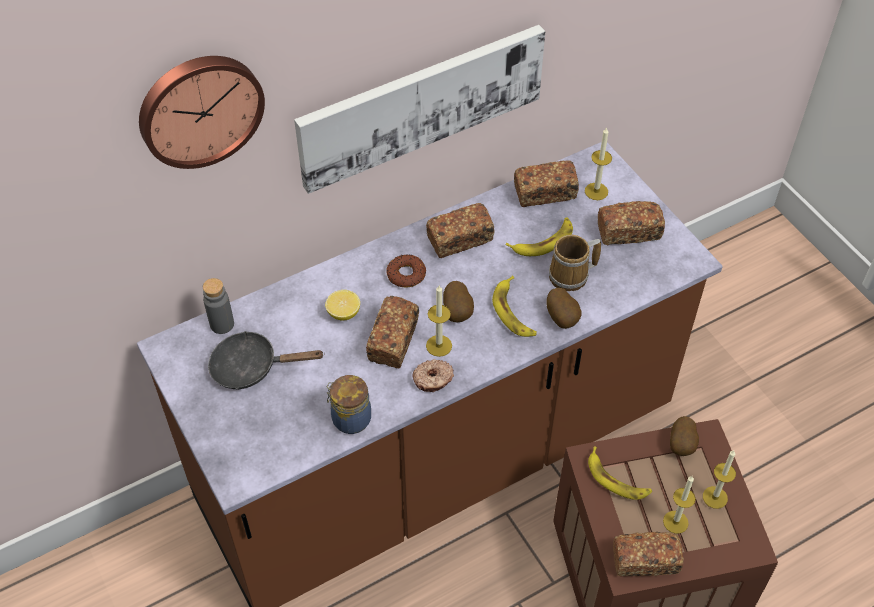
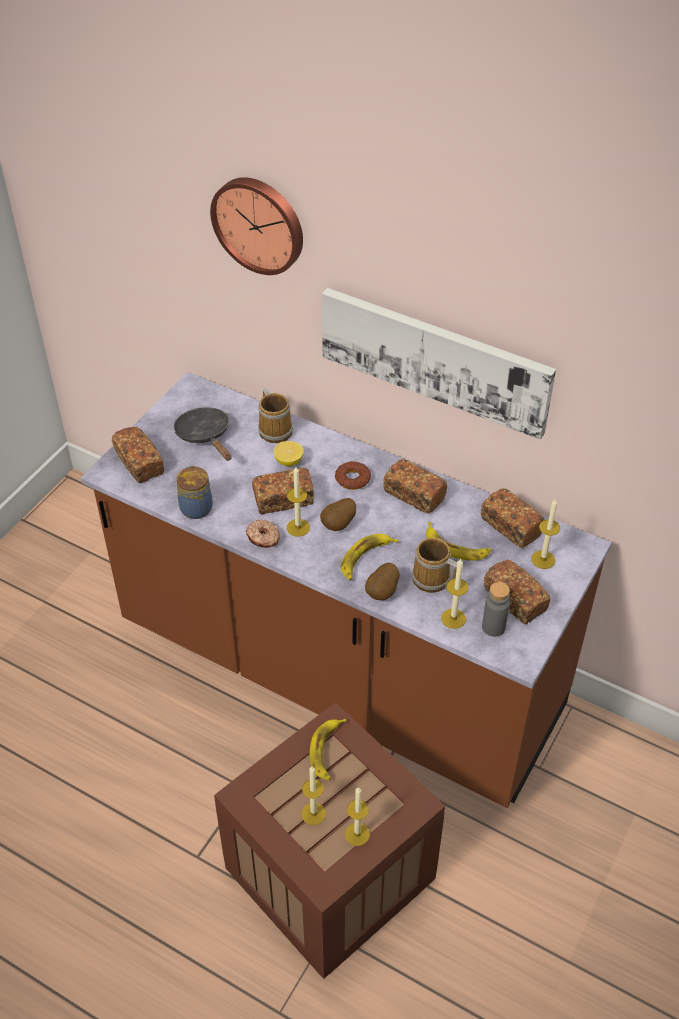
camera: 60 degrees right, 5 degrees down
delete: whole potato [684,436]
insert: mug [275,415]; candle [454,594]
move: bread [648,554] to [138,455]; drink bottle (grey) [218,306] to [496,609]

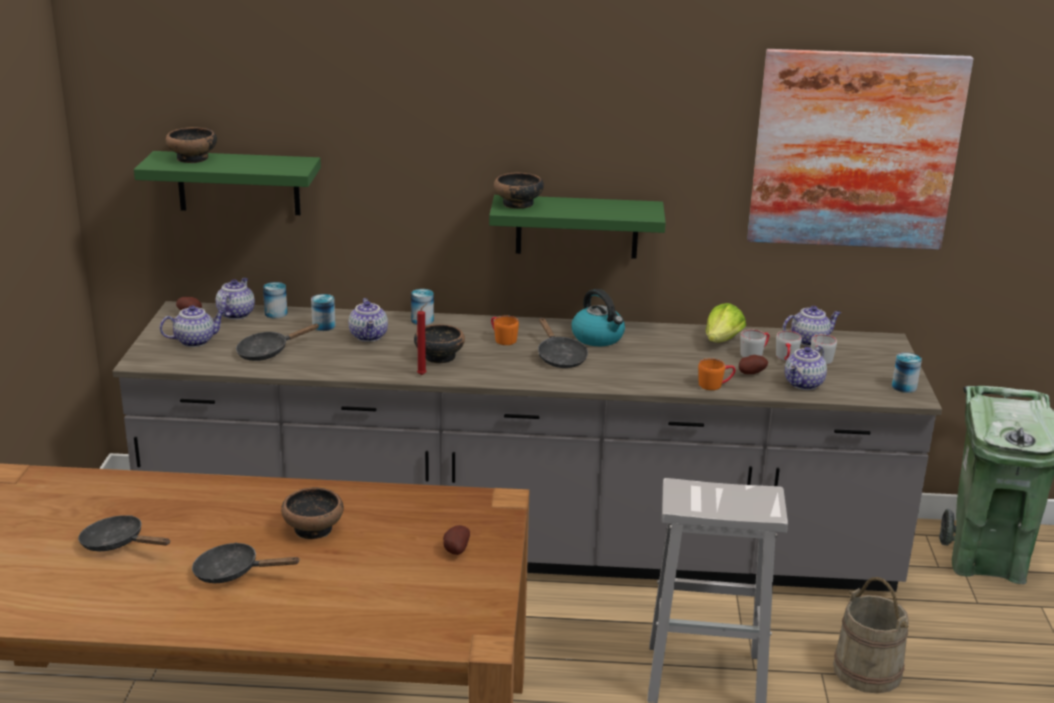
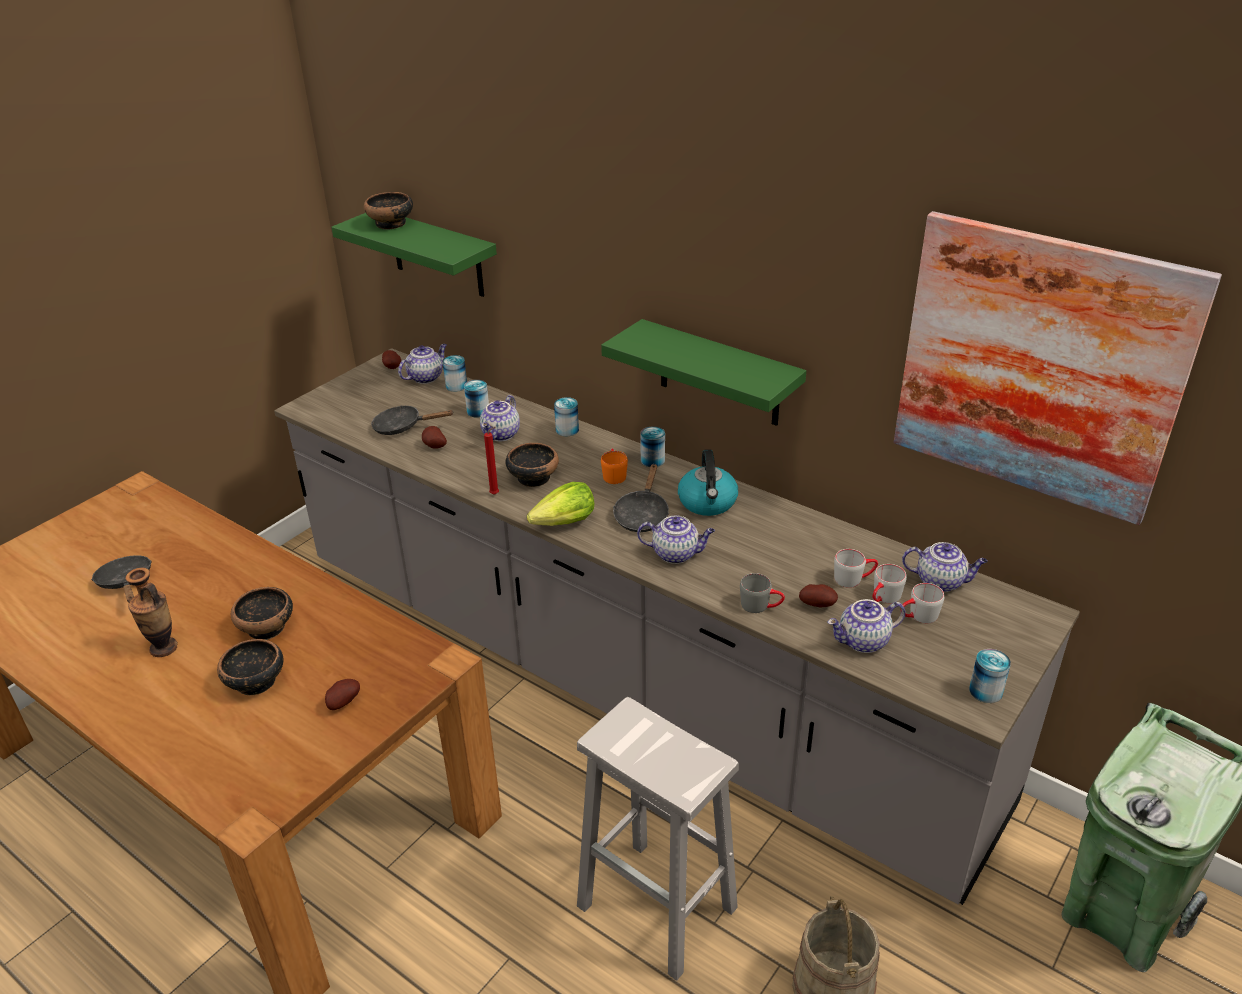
camera: 35 degrees right, 10 degrees up
insert: whole potato [434,437]; can [652,446]
move: serving bowl [519,191] to [250,667]; head of lettuce [726,323] to [560,504]; pot for tea [192,326] to [676,539]
replace: skillet (black) [246,562] to flower vase [151,612]
recolor: mug (orange) [717,374] to mug (grey) [762,593]

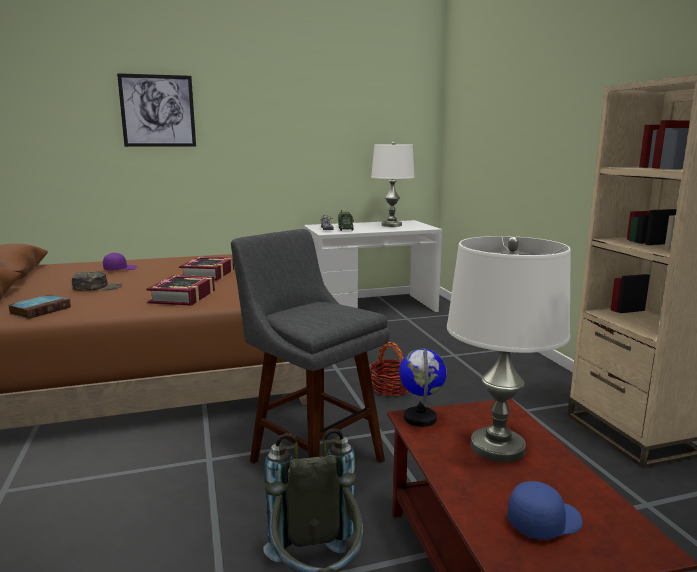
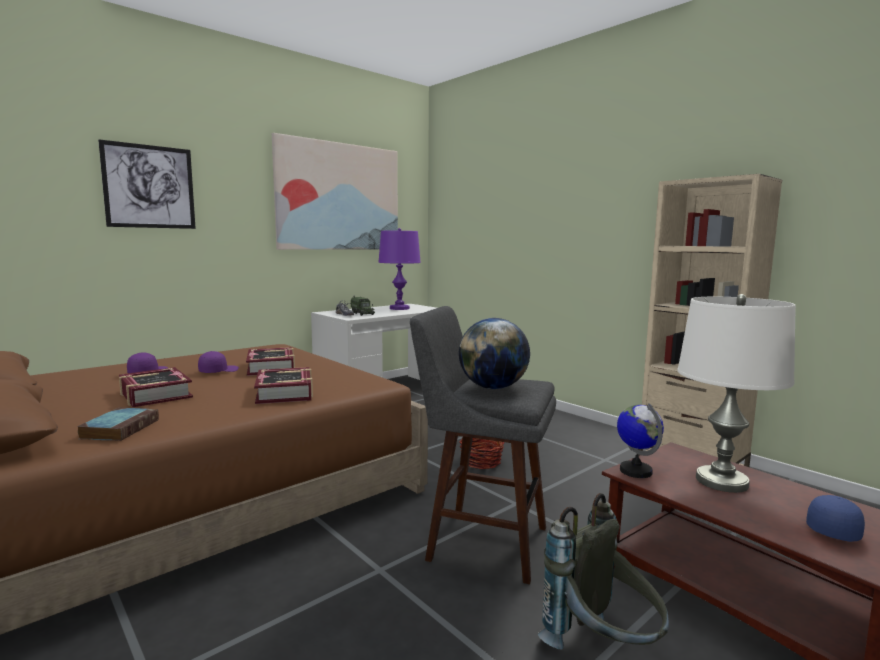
camera: 25 degrees left, 5 degrees down
insert: baseball cap (purplish) [218,362]; picture [335,191]; globe [494,353]
replace: baseball cap (greenish) [97,281] to book [156,387]
recolor: lamp for a table (white-coloured) [393,184] to lamp for a table (purplish) [399,269]

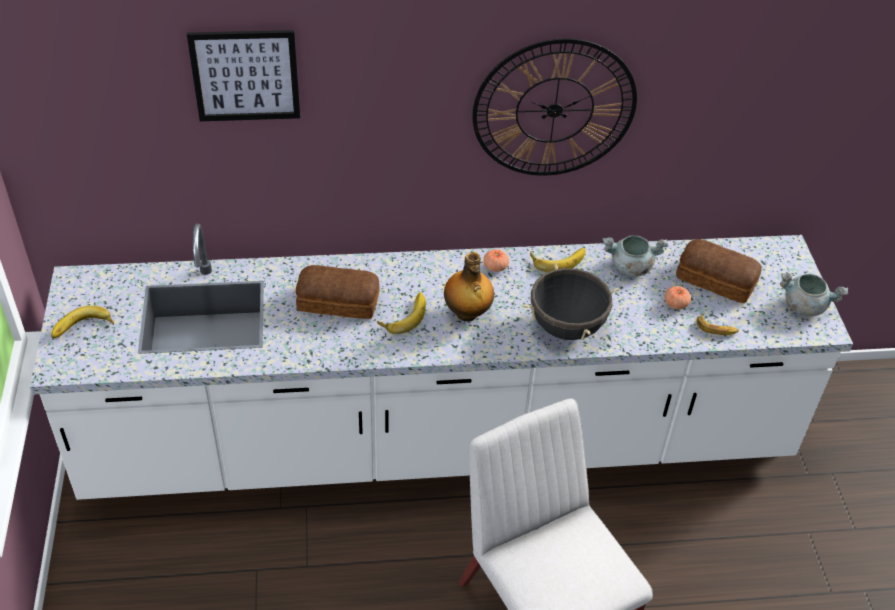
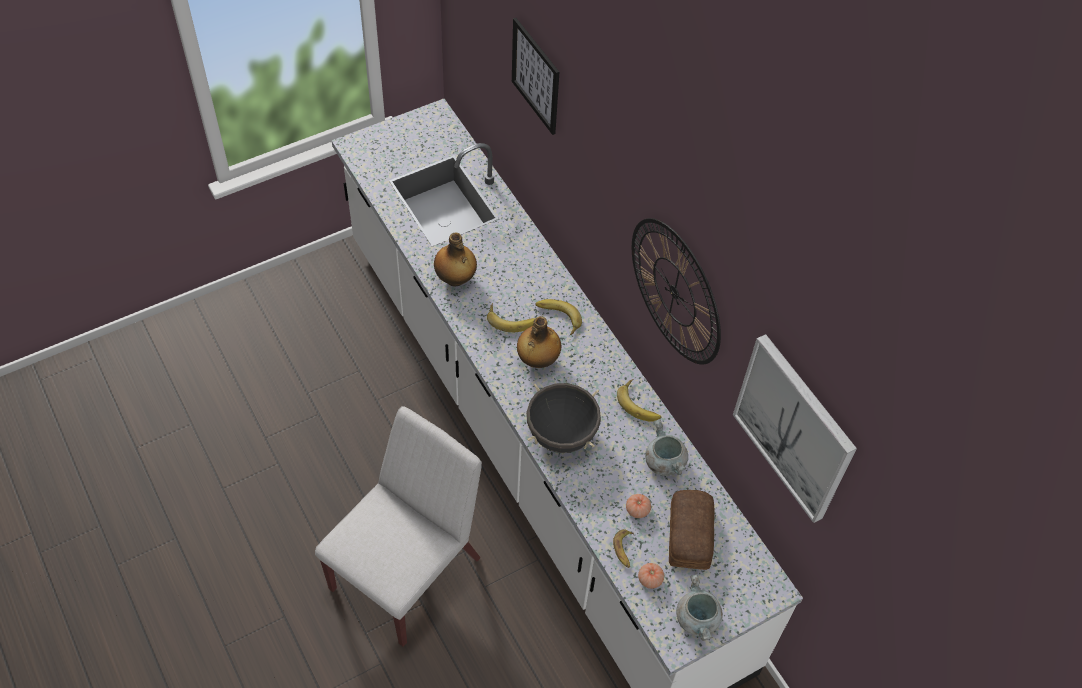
camera: 65 degrees right, 10 degrees up
delete: bread [338,292]
insert: drink bottle [455,259]; picture [795,428]
move: whole banana [82,322] to [558,317]; whole tomato [496,260] to [651,576]

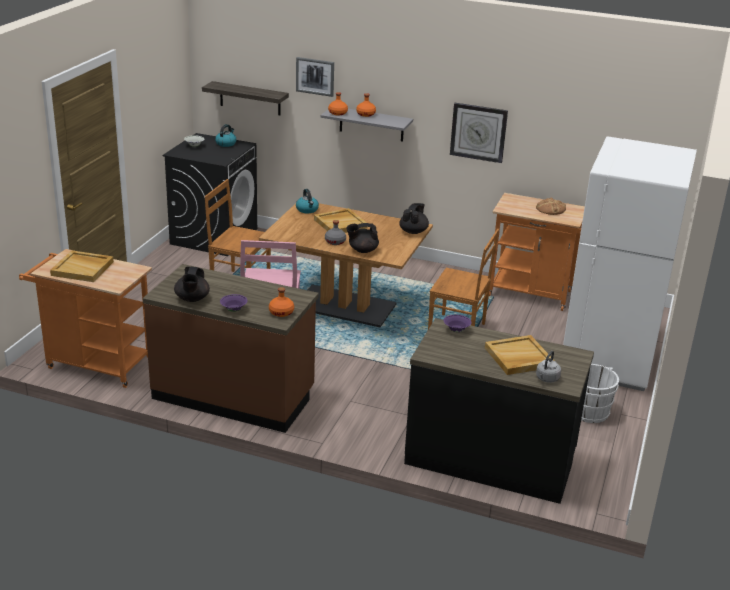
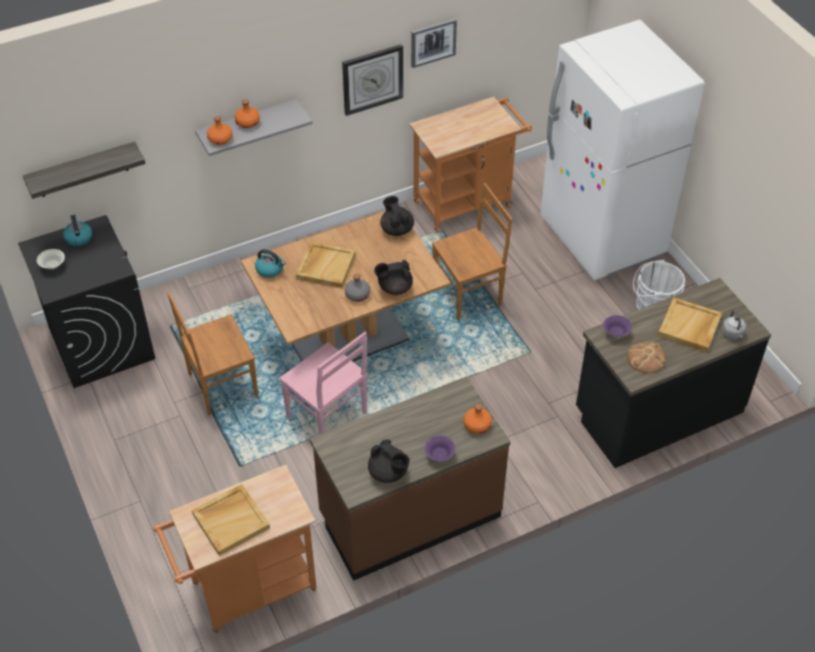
camera: 45 degrees left, 20 degrees up
move: picture [315,77] to [434,43]; bread [551,206] to [646,357]
rotate: pot for tea (black) [362,238] = [393,277] 45 degrees clockwise

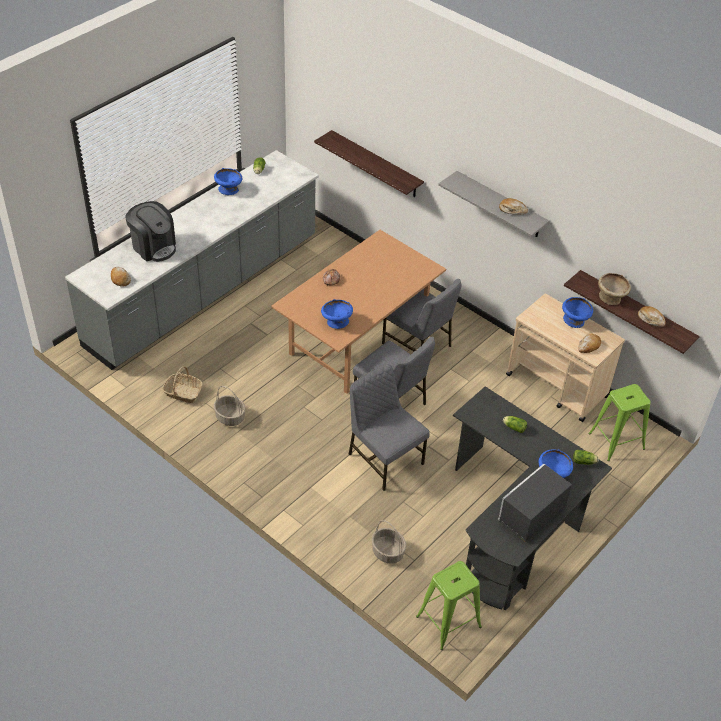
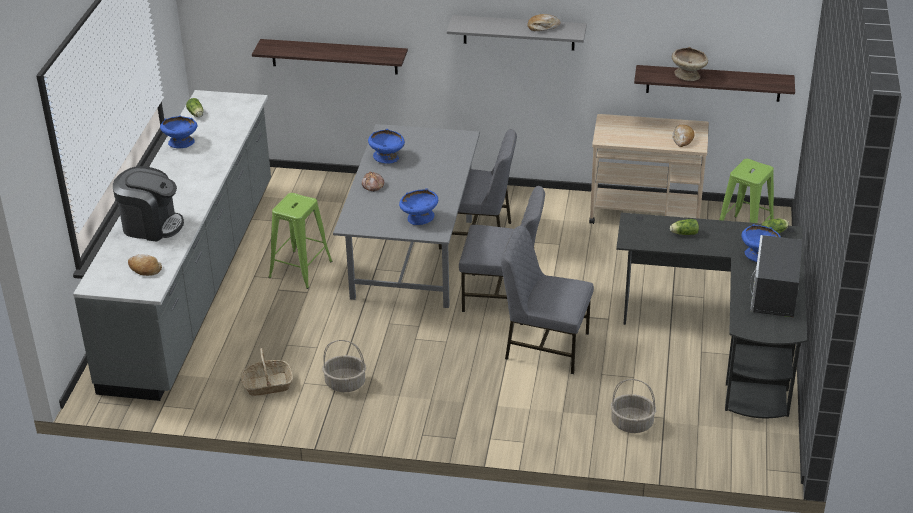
camera: 30 degrees left, 10 degrees down
delete: bread [652,316]
move: sitting stool (greenish) [449,605] to [300,241]; serving bowl (blue) [577,312] to [386,146]
recolor: dinner table (brown-coloured) [358,312] to dinner table (grey) [406,216]

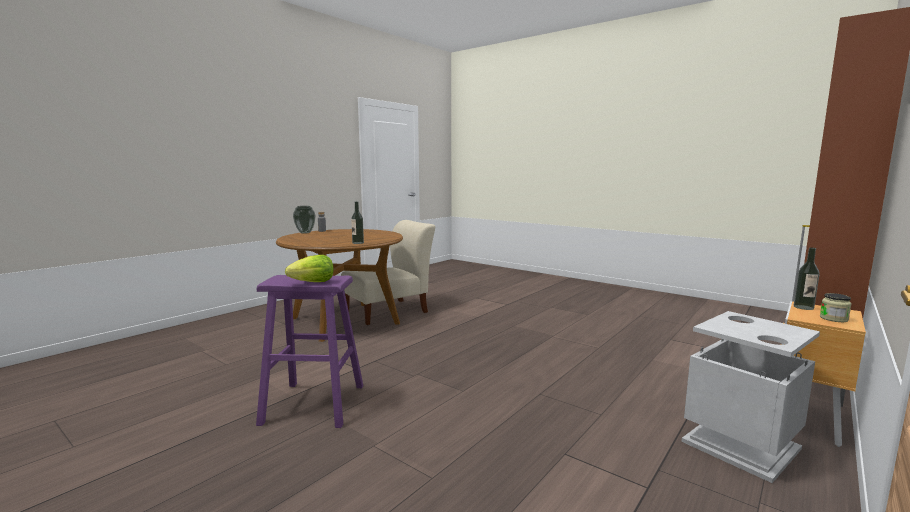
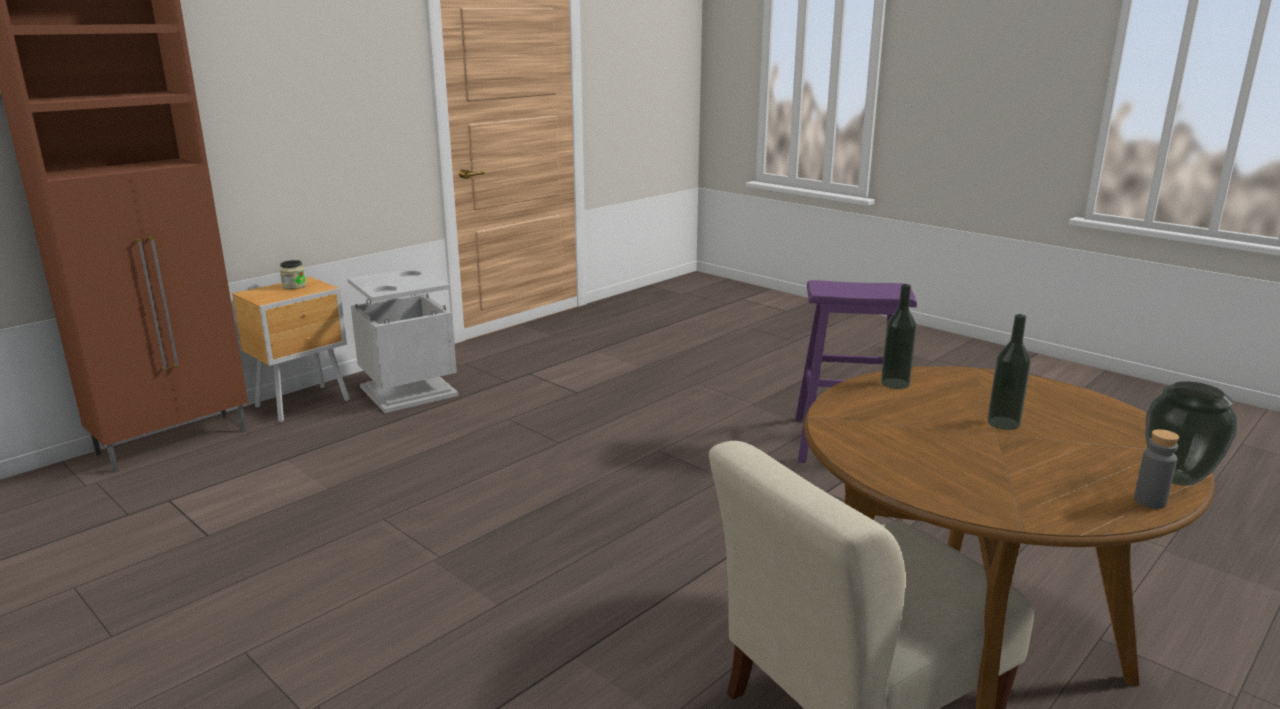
camera: 175 degrees left, 10 degrees up
delete: head of lettuce [309,268]
move: drink bottle [807,278] to [1009,372]

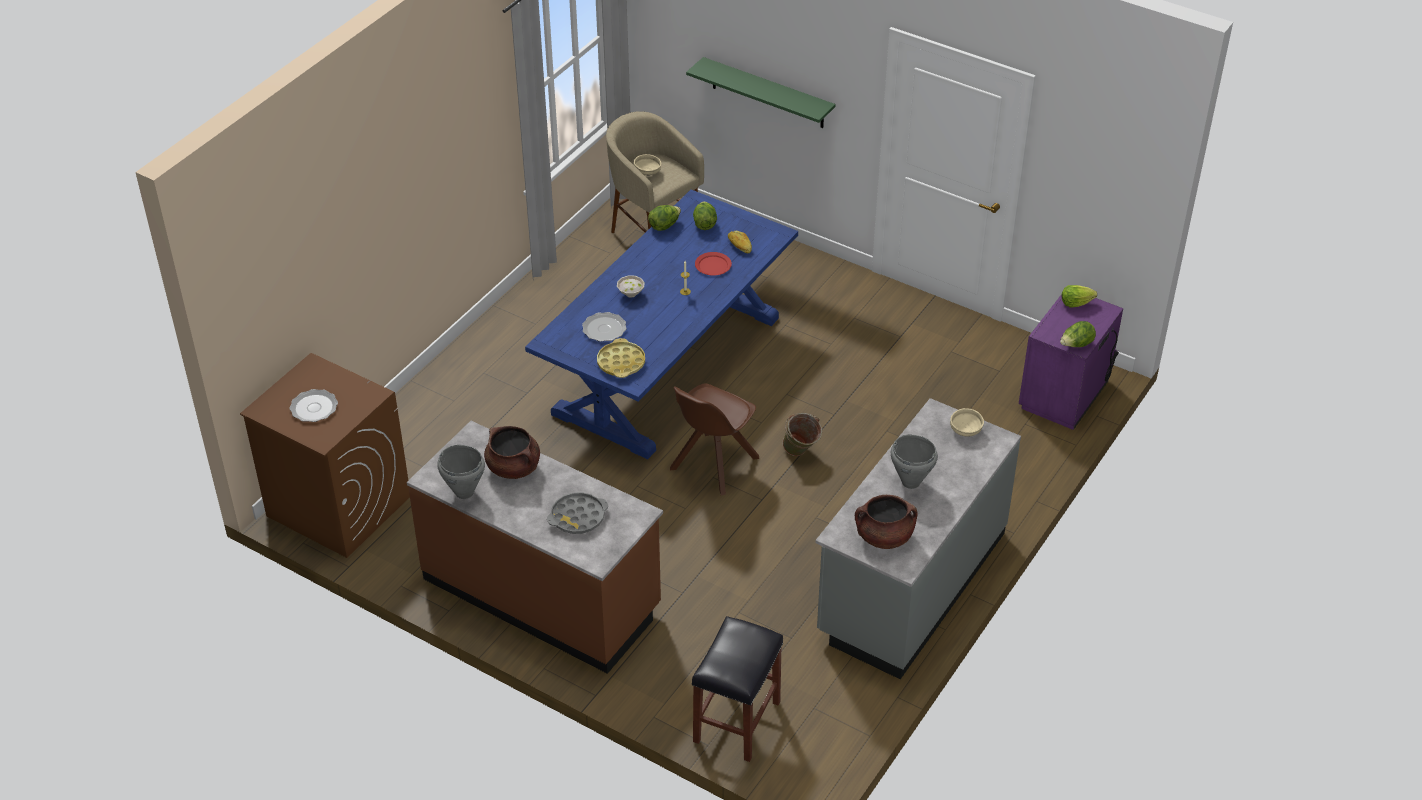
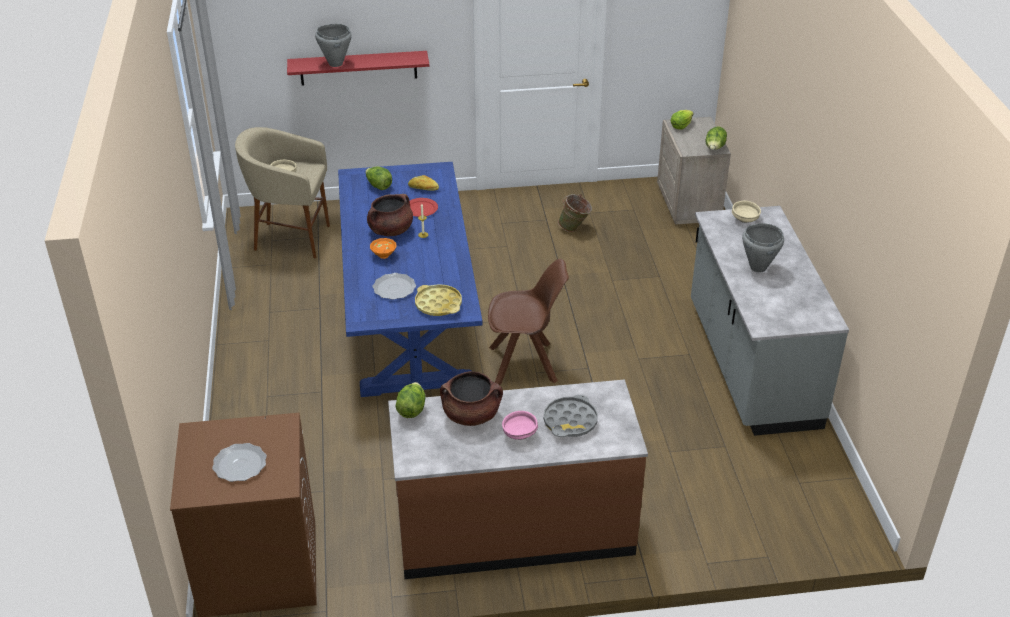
camera: 40 degrees left, 5 degrees down
delete: sitting stool (black) [737,689]
insert: serving bowl (pinkish) [520,425]
move: saucepot (grey) [461,472] to [333,45]; saucepot (brown-coloured) [886,522] to [390,215]; head of lettuce [664,218] to [410,400]; pail (greenish) [802,434] to [575,213]
recolor: shelf (greenish) [760,92] to shelf (reddish) [358,68]; serving bowl (white-coloured) [631,286] to serving bowl (orange) [383,248]; night table (purplish) [1071,362] to night table (beige) [694,171]
rotate: chair (brown-coloured) [714,439] = [528,322] 90 degrees counterclockwise

